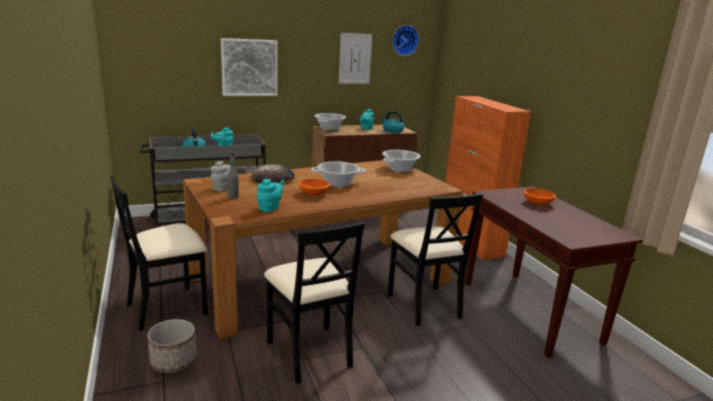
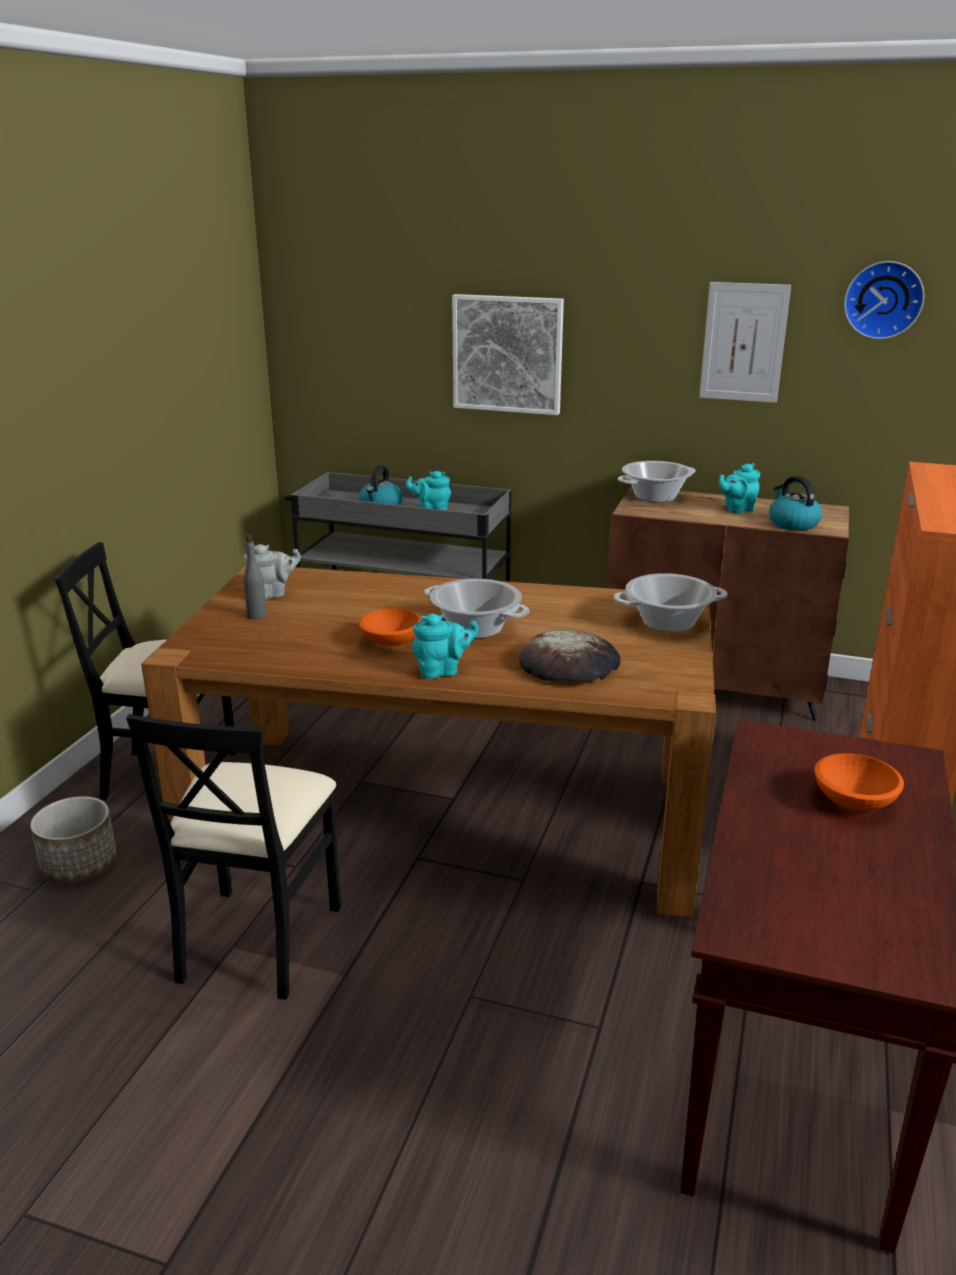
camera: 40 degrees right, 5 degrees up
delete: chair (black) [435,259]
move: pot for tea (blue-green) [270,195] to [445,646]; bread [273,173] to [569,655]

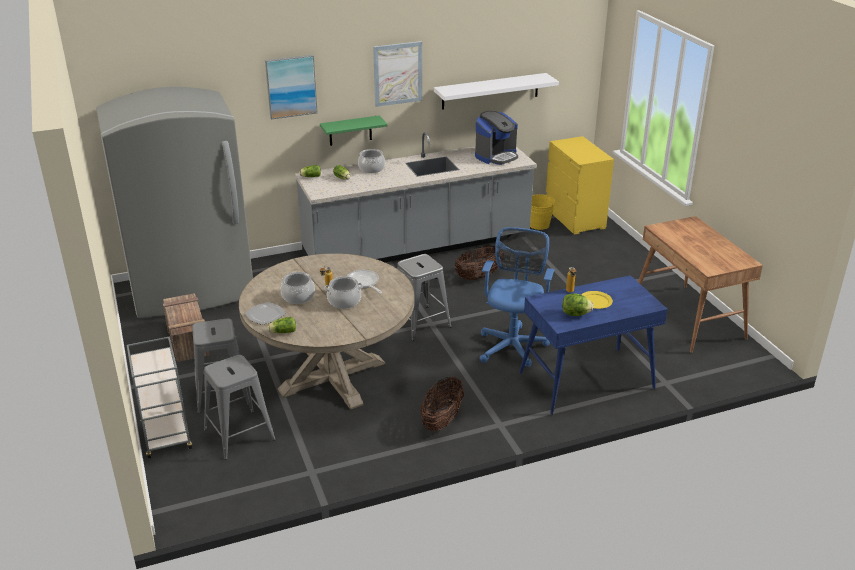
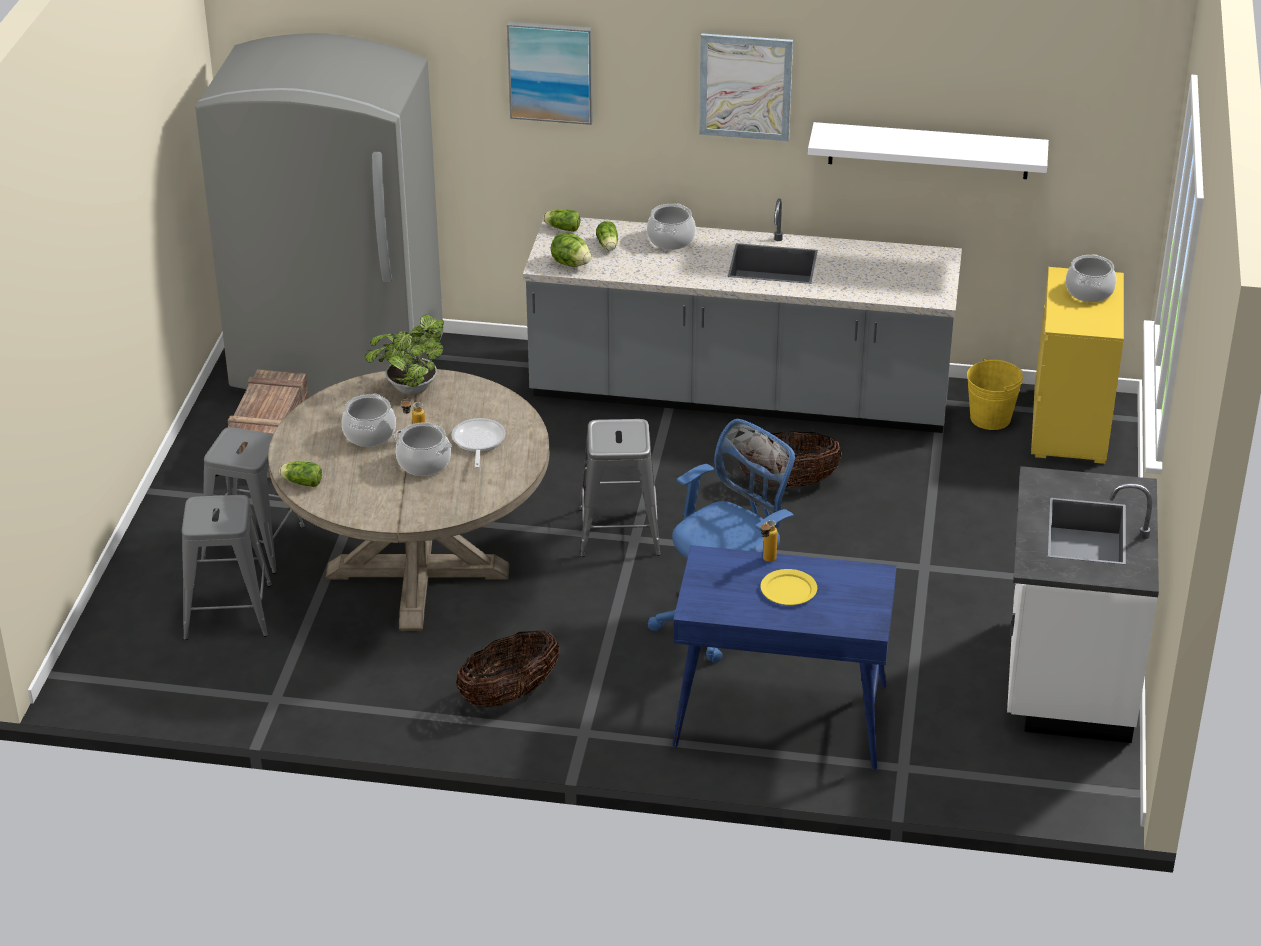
camera: 30 degrees right, 5 degrees up
delete: trolley (grey) [160,397]; plate [265,313]; shelf (greenish) [354,130]; coffee brewer [496,138]
insert: potted plant [404,355]; saucepot [1091,278]
move: head of lettuce [578,305] to [571,249]
replace: desk (brown-coloured) [700,284] to kitchen counter (white-coloured) [1083,604]

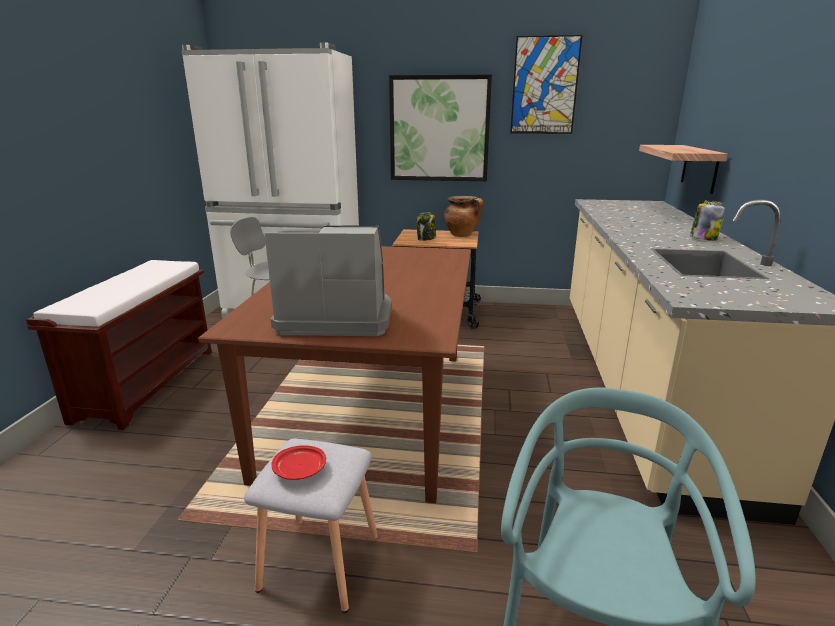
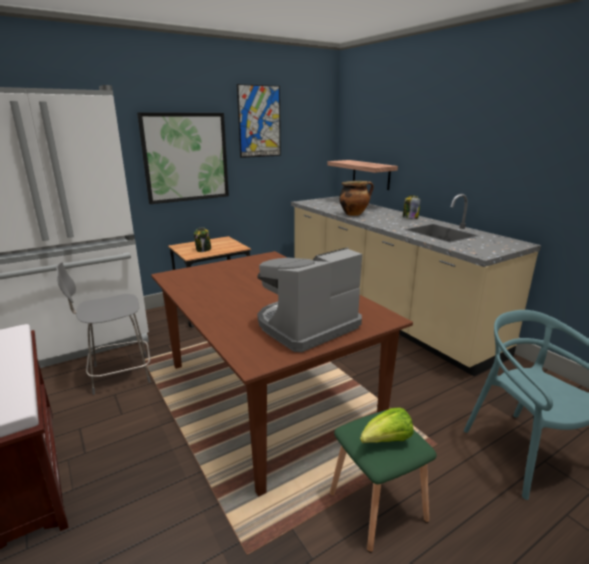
camera: 40 degrees left, 0 degrees up
move: saucepot [464,216] to [356,198]
replace: plate (reddish) [298,462] to head of lettuce [387,425]
recolor: sitting stool (grey) [311,525] to sitting stool (greenish) [383,481]

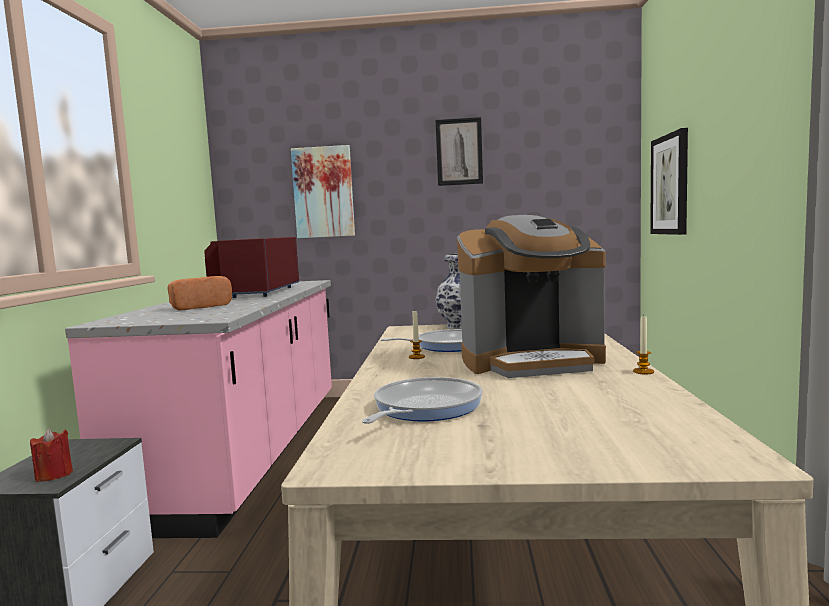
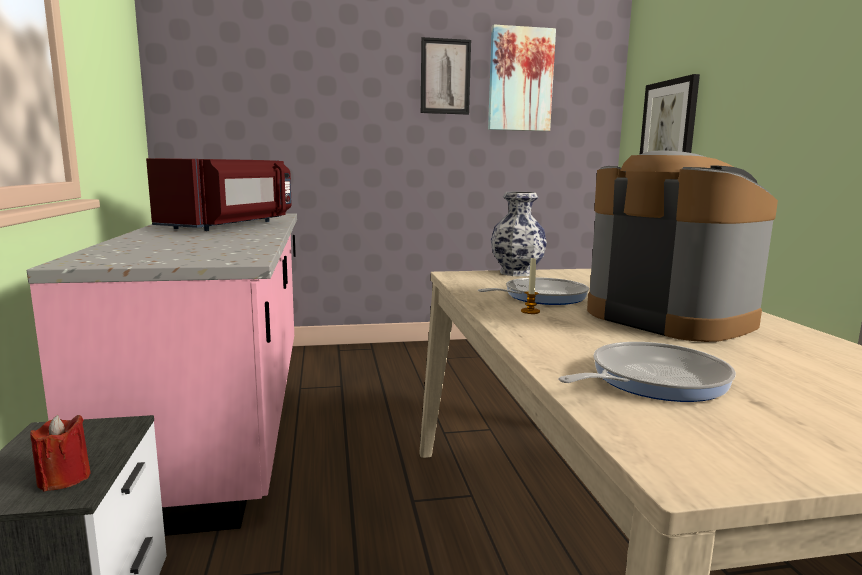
camera: 15 degrees left, 5 degrees up
delete: bread [200,293]; candle [643,345]
move: picture [323,191] to [522,78]
rotate: microwave oven (reddish) [251,267] = [219,194] 150 degrees counterclockwise; skillet [422,400] = [647,372] 45 degrees clockwise; coffee brewer [531,296] = [682,246] 105 degrees counterclockwise

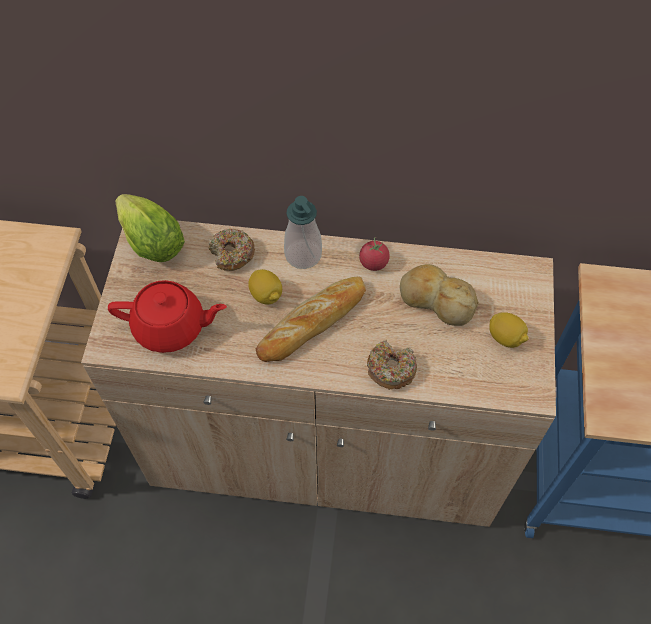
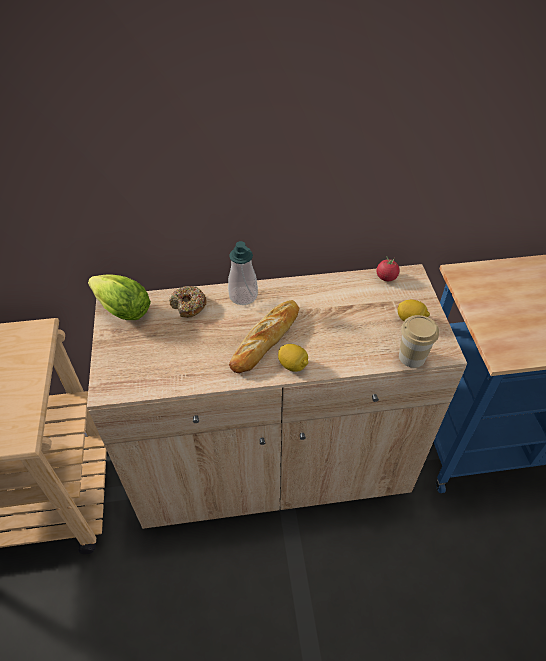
camera: 15 degrees left, 10 degrees down
delete: pot for tea (reddish) [167,316]; donut [392,365]; bread [439,295]
insert: drinking cup [419,341]
move: whole lemon [265,287] to [293,358]; whole tomato [374,254] to [388,268]

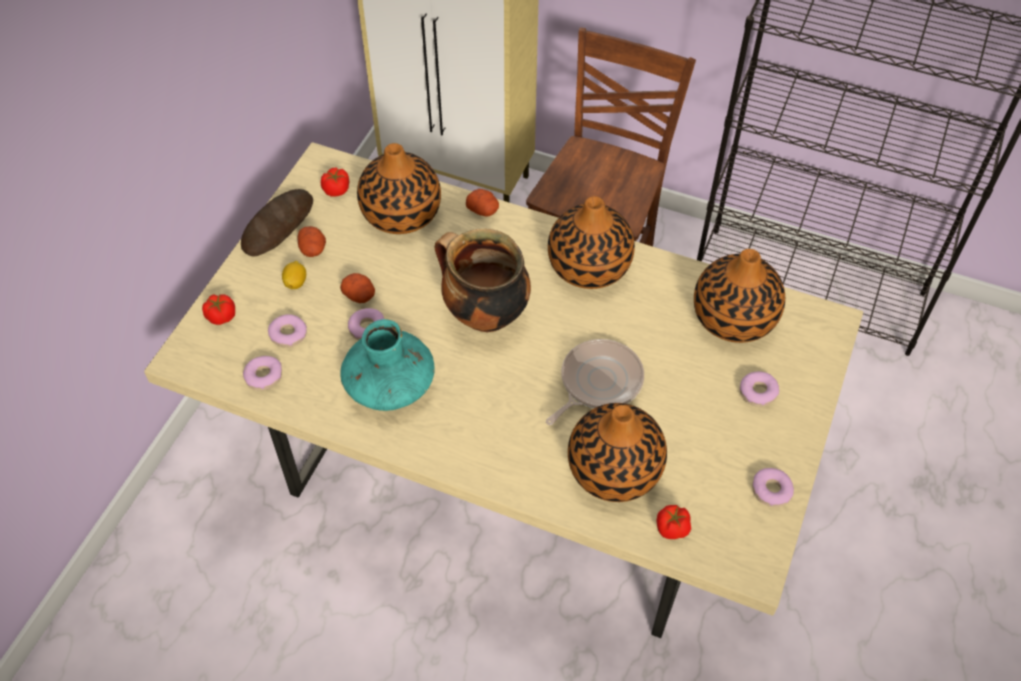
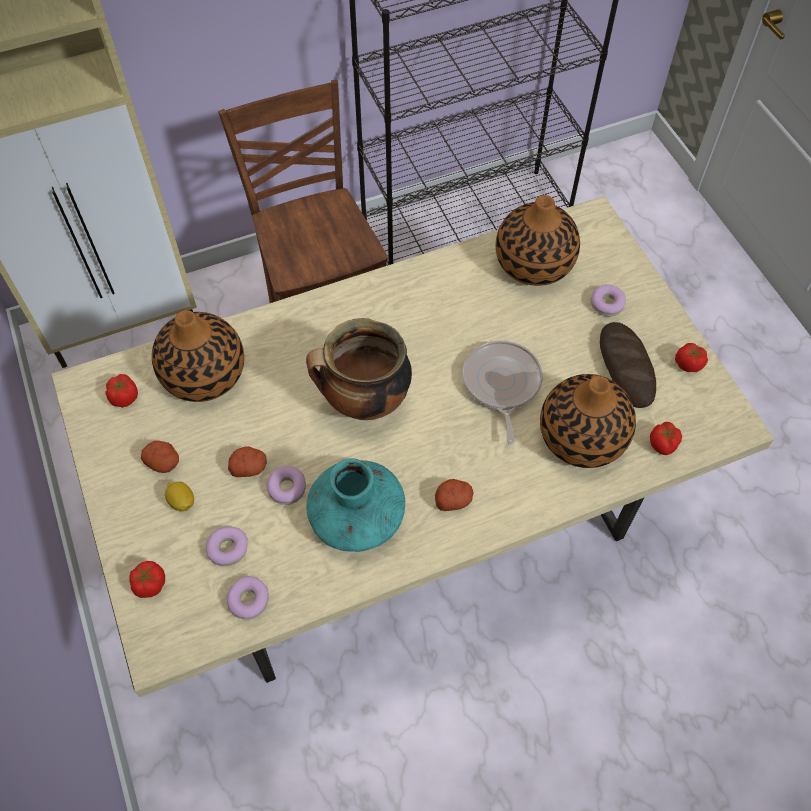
camera: 45 degrees left, 5 degrees up
delete: flower vase [591,242]
move: whole potato [482,202] to [454,495]; bread [277,223] to [628,365]
replace: donut [773,487] to whole tomato [691,357]

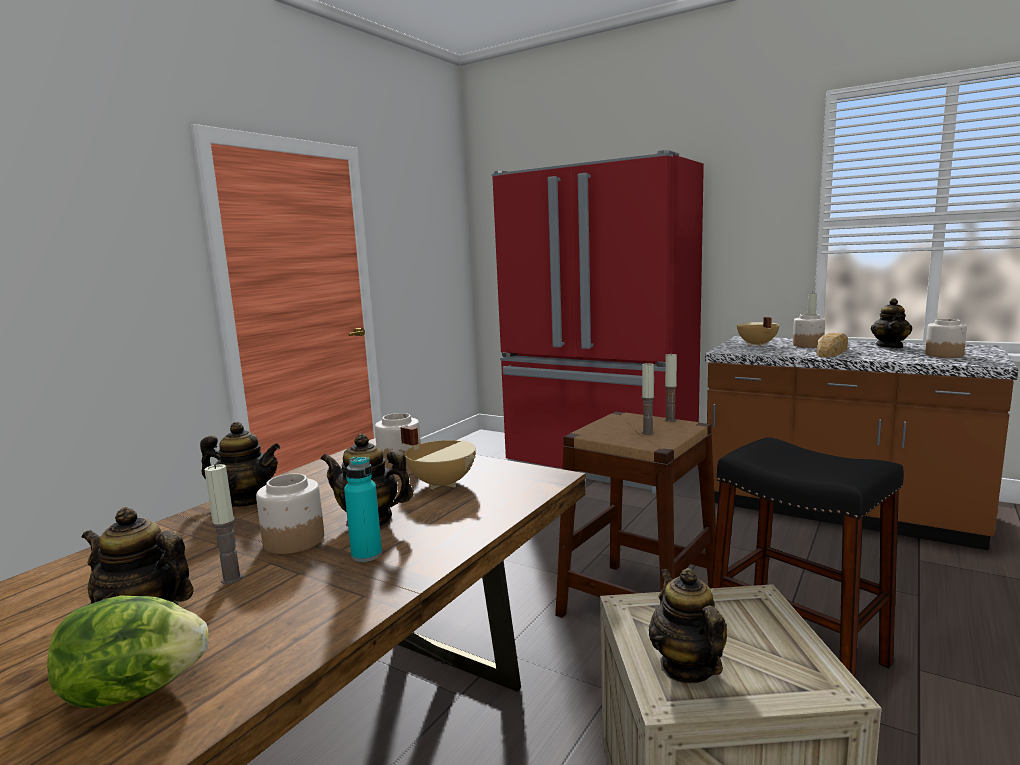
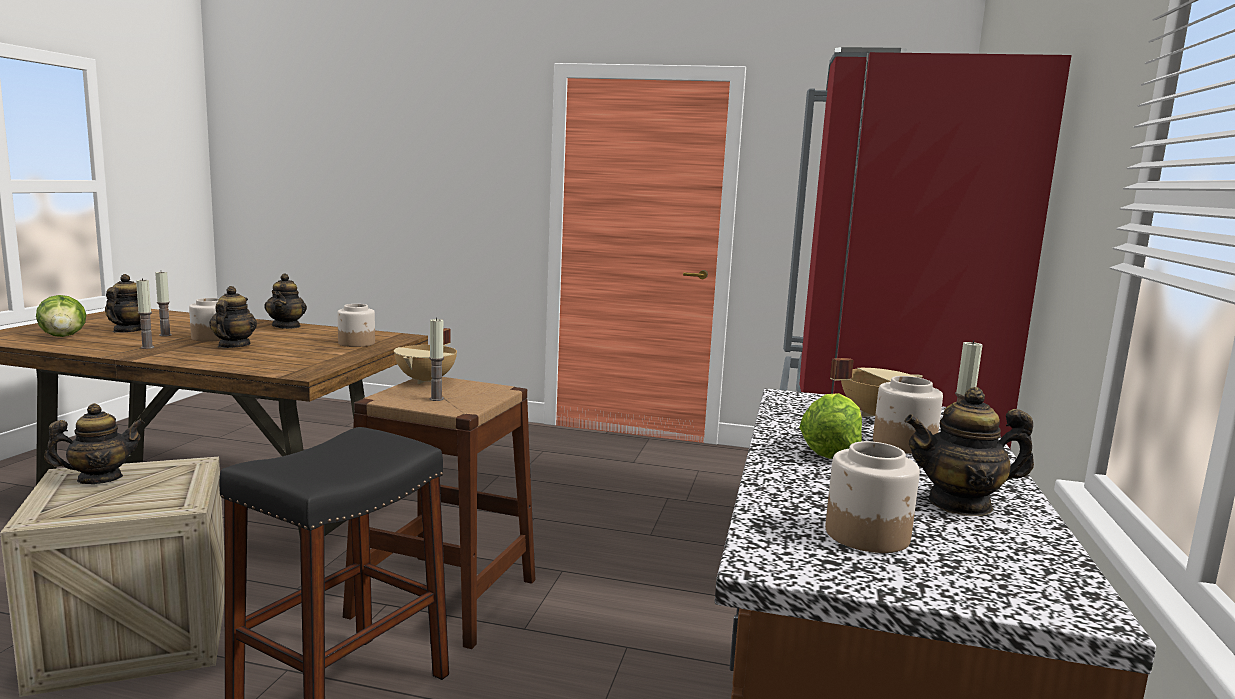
camera: 70 degrees right, 0 degrees up
delete: drink bottle (blue-green) [363,509]
move: candle [671,387] to [145,313]; saucepot (beige) [438,458] to [425,356]
replace: bread [832,345] to head of lettuce [830,426]

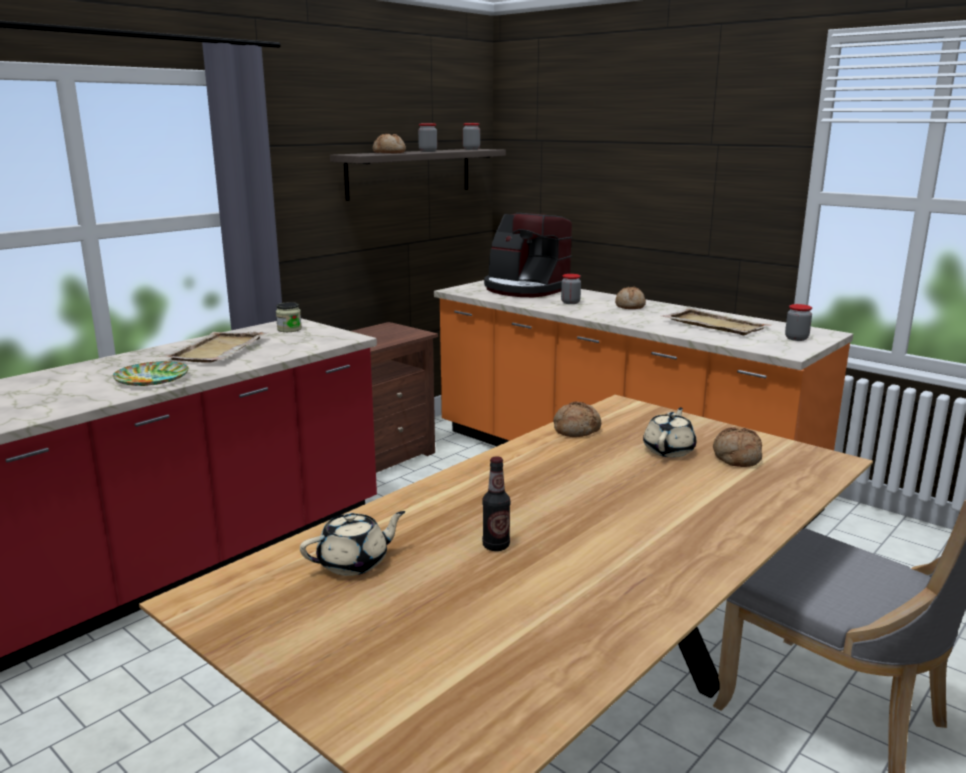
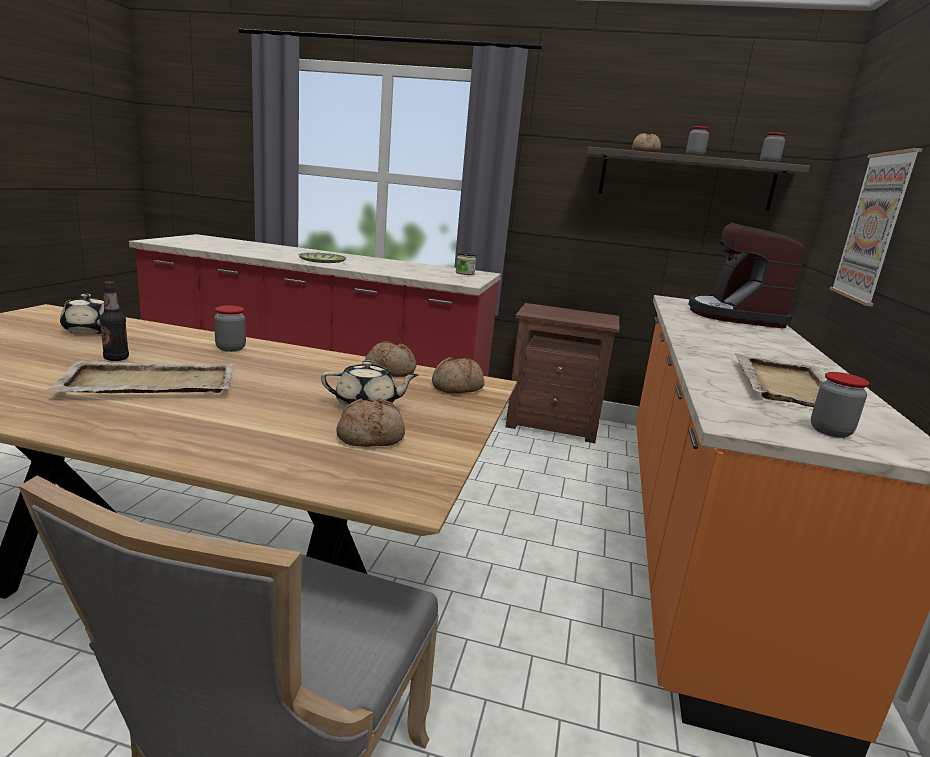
camera: 60 degrees right, 0 degrees up
insert: picture [876,227]
move: tray (beige) [214,347] to [140,377]; preserve jar [571,289] to [230,329]; bread [630,297] to [458,375]

